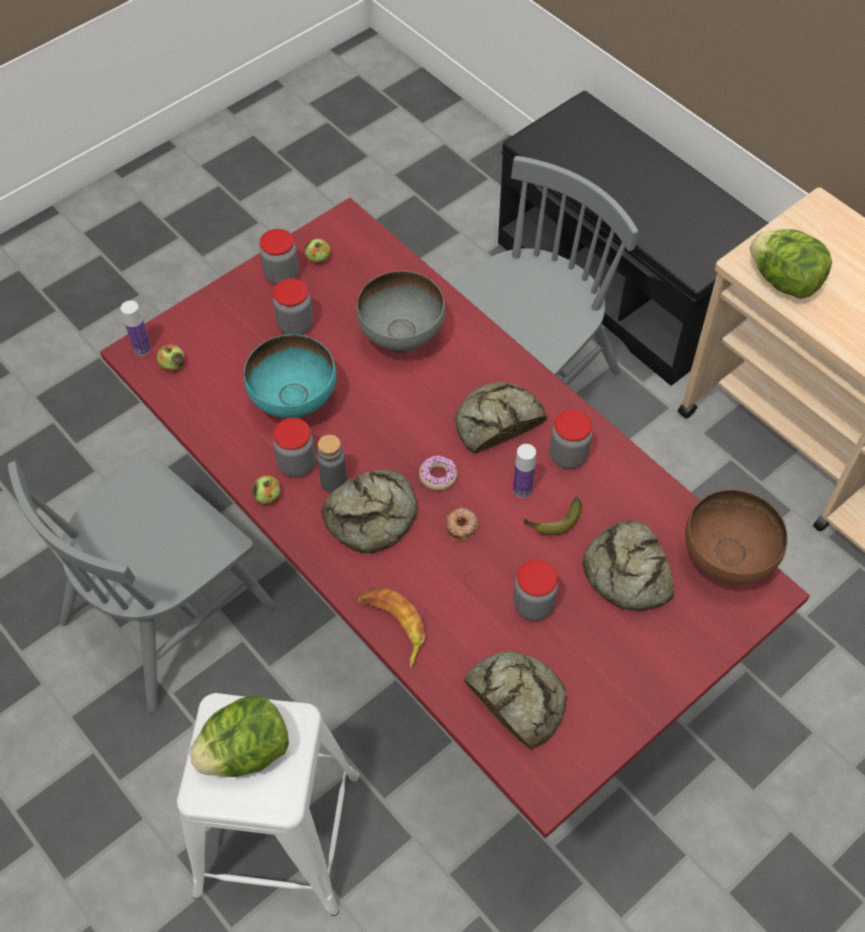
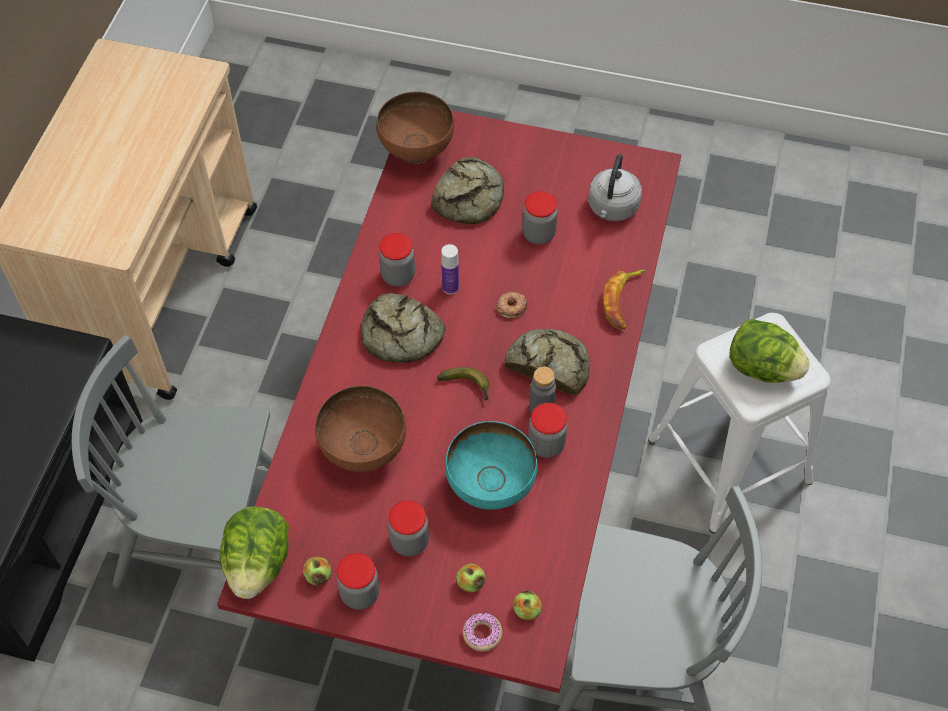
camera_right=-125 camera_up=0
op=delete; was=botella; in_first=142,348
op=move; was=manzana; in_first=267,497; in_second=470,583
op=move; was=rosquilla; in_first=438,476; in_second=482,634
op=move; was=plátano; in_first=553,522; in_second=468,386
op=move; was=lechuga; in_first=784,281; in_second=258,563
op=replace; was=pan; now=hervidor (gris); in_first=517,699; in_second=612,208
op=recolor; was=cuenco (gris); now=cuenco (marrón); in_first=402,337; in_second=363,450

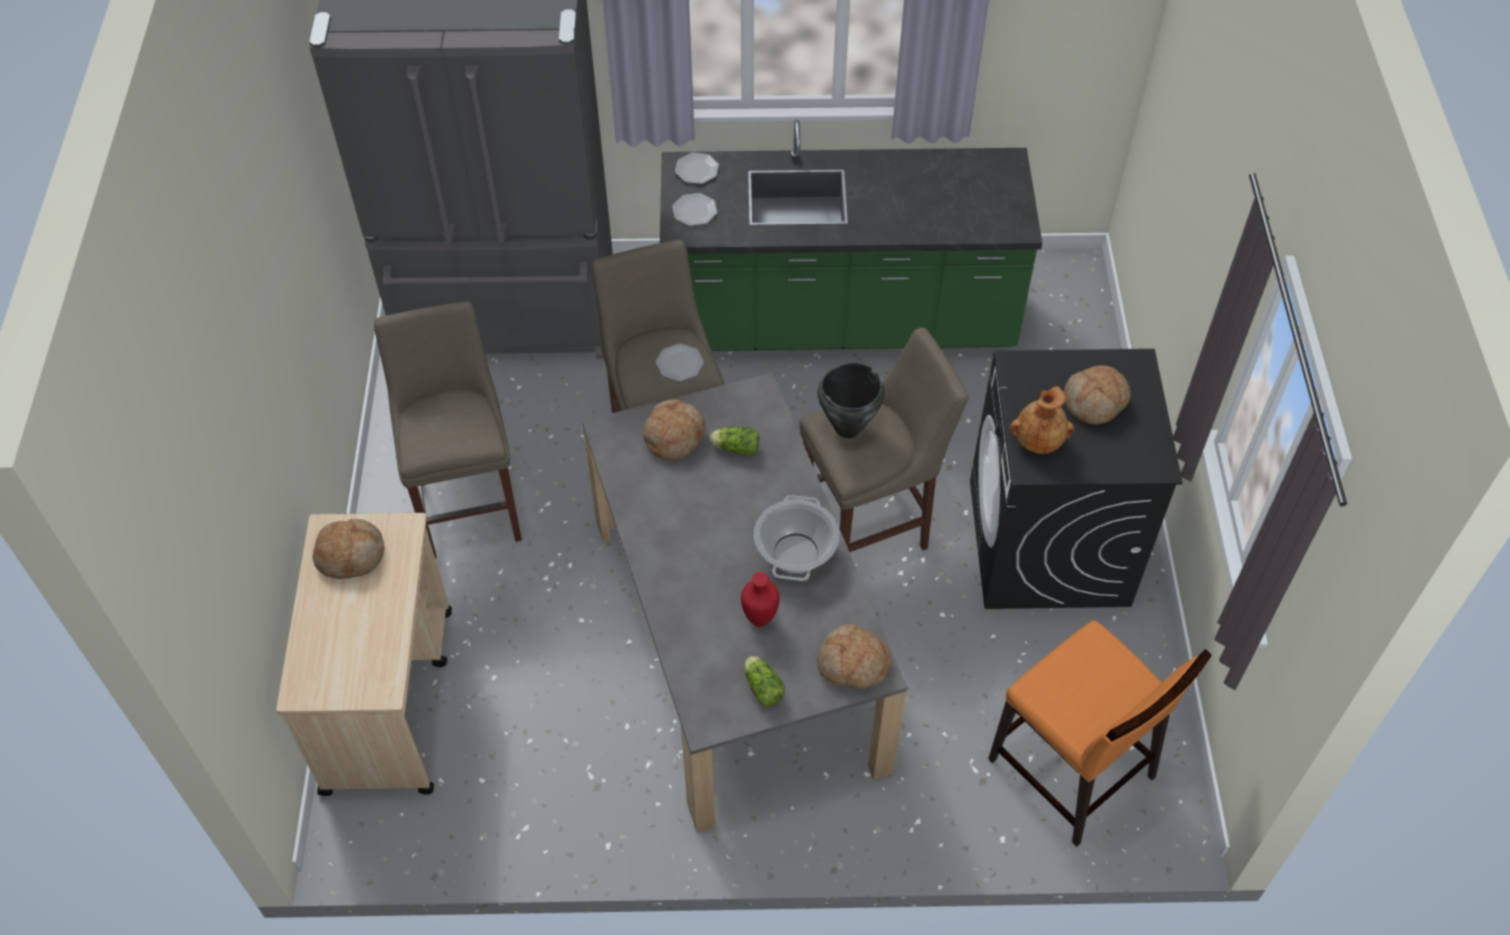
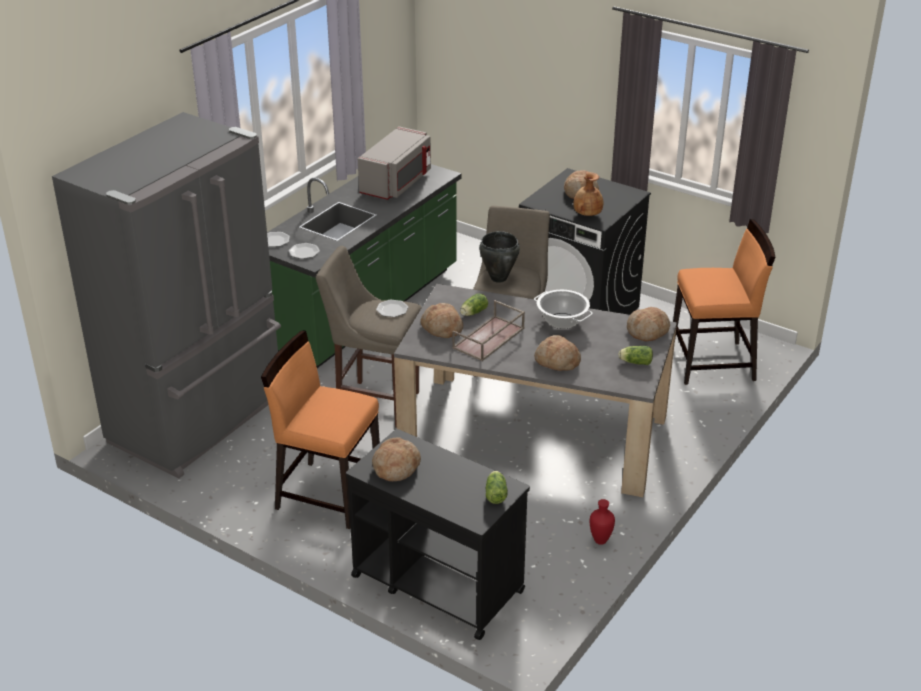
camera_right=-55 camera_up=-20
op=insert; now=microondas (gris); in_second=397,183
op=insert; now=bandeja (marrón); in_second=488,339
op=insert; now=lechuga; in_second=496,493
op=insert; now=pan; in_second=557,361
op=move; was=florero (rojo); in_first=759,618; in_second=599,541
op=replace; was=taburete (beis); now=silla (naranja); in_first=469,505; in_second=328,494
op=recolor; was=carrito (beis); now=carrito (negro); in_first=389,698; in_second=436,583

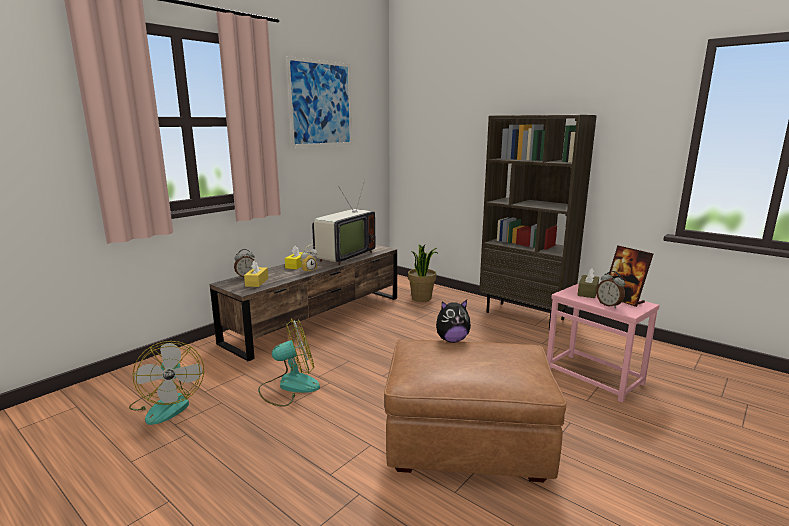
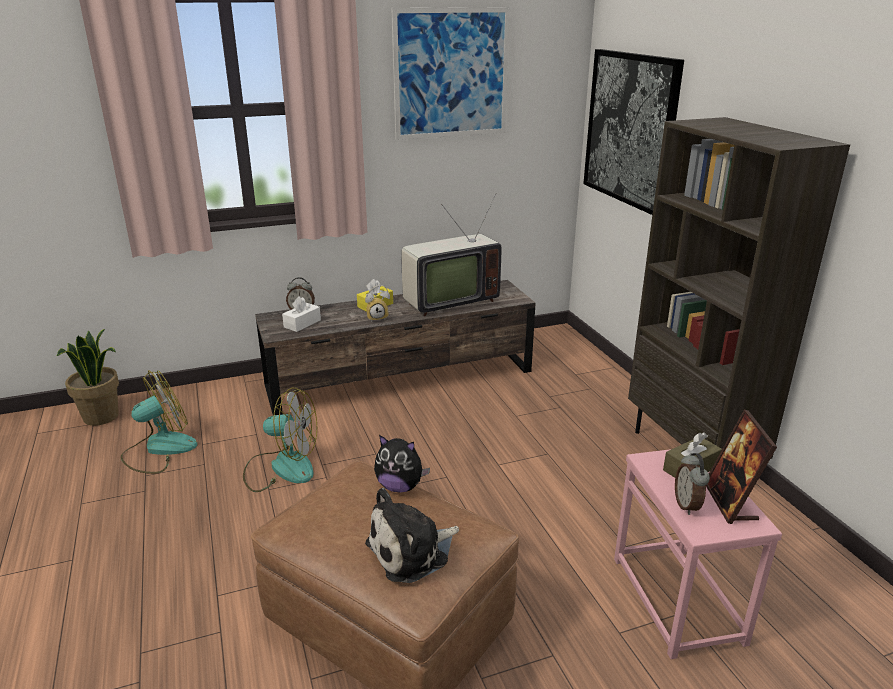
camera_right=30 camera_up=10
op=insert; now=peluche; in_second=412,551
op=insert; now=cuadro; in_second=630,129
op=move; was=planta en maceta; in_first=422,298; in_second=101,417
op=recolor; was=caja de pañuelos (amarillo); now=caja de pañuelos (blanco); in_first=257,282; in_second=302,323
op=rotate; was=ventilador; in_first=168,405; in_second=159,449; clockwise=-135

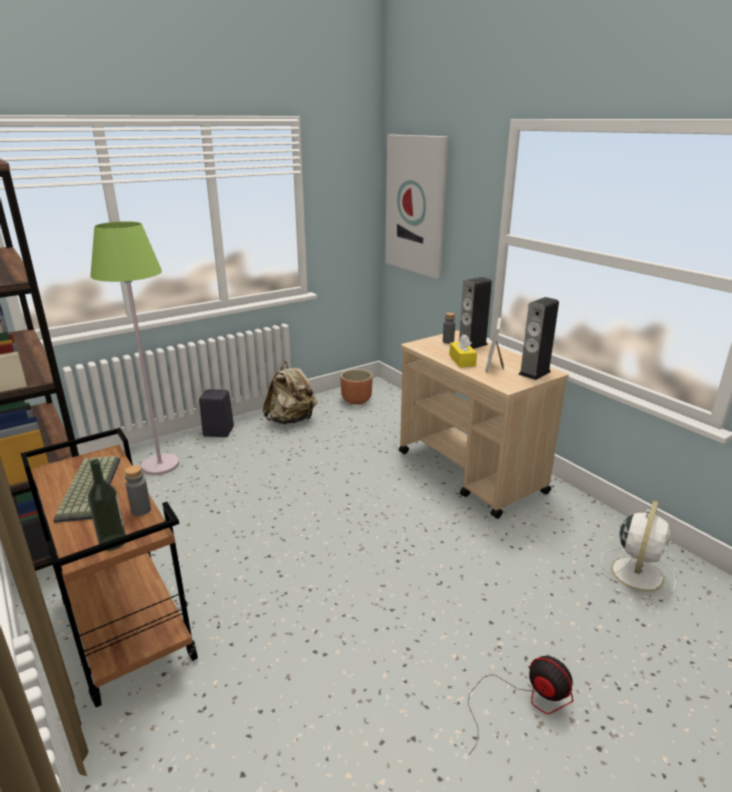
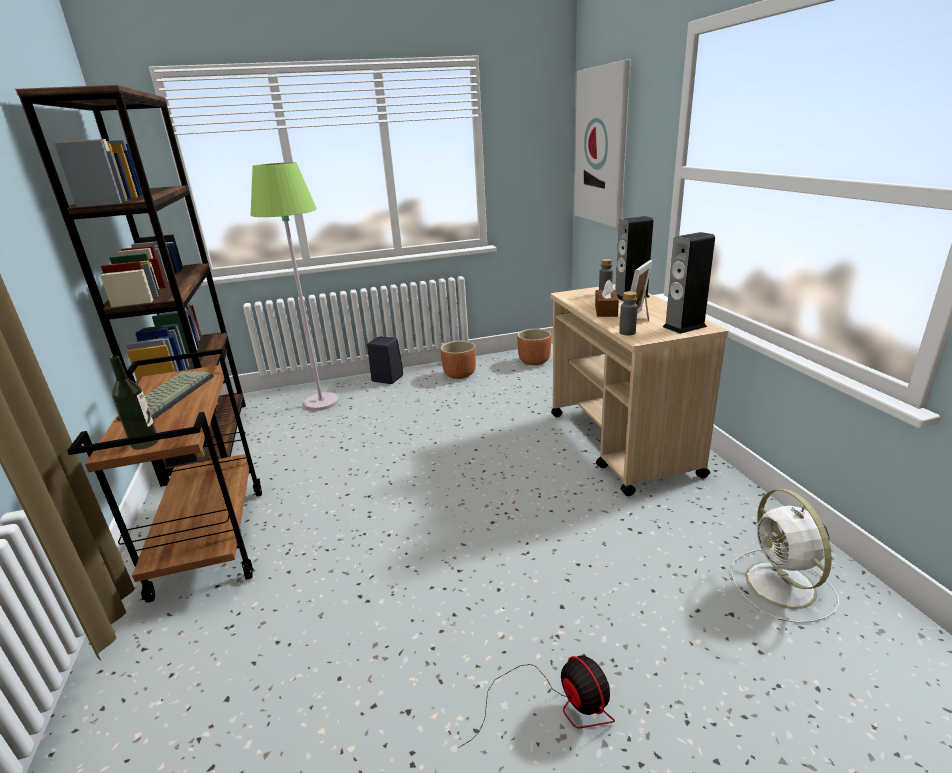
camera_right=20 camera_up=0
op=move; was=botella (gris); in_first=141,510; in_second=627,332
op=replace; was=mochila (beis); now=maceta (marrón); in_first=291,420; in_second=460,374
op=recolor; was=caja de pañuelos (amarillo); now=caja de pañuelos (marrón); in_first=462,360; in_second=606,310
op=rotate; was=ventilador (blanco); in_first=637,572; in_second=782,586; clockwise=120

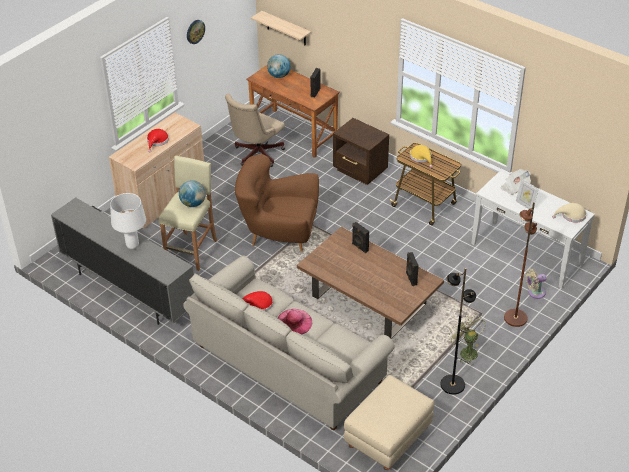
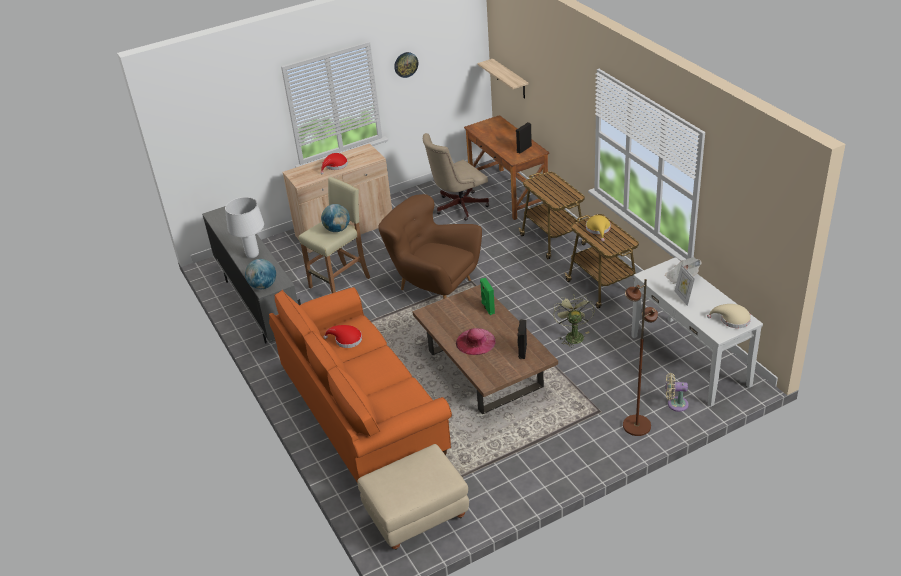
camera_right=25 camera_up=-5
op=delete; was=lámpara de pie (negro); in_first=452,384
op=move; was=globo terráqueo; in_first=279,76; in_second=263,286
op=move; was=sombrero (rosa); in_first=294,322; in_second=475,341
op=move; was=ventilador (verde); in_first=465,351; in_second=573,335
op=replace; was=mesita de noche (marrón); now=carrito; in_first=360,171; in_second=553,241
op=recolor; was=sofá (beis); now=sofá (naranja); in_first=288,364; in_second=363,412
op=recolor; was=altavoz (negro); now=altavoz (verde); in_first=359,247; in_second=487,308

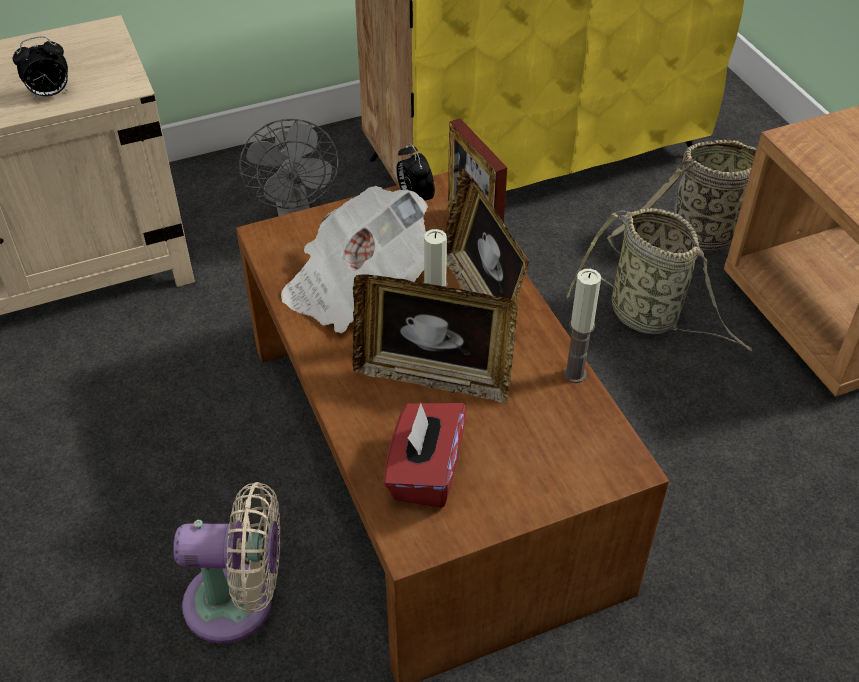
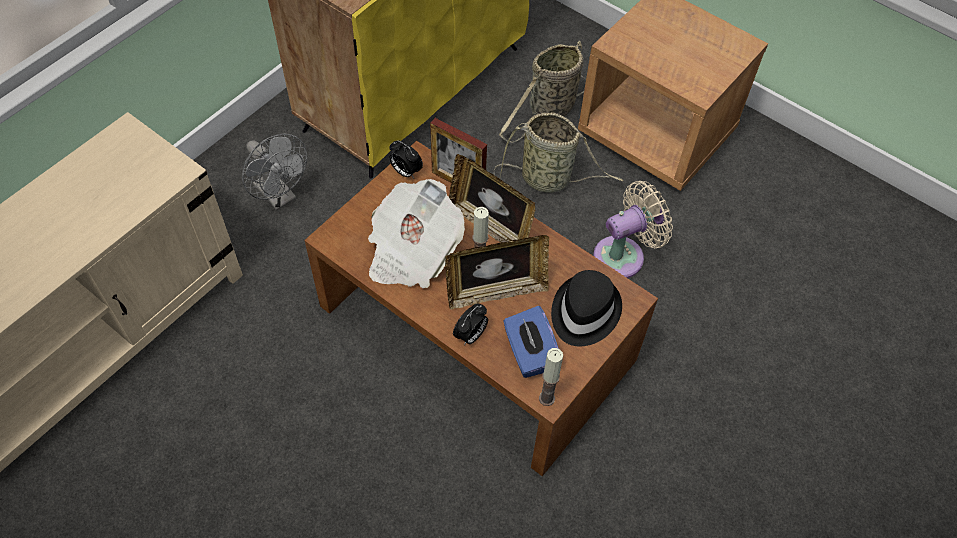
camera_right=-30 camera_up=10
op=insert; now=sombrero (negro); in_second=584,312
op=move; was=despertador; in_first=50,94; in_second=470,336
op=move; was=ventilador (beis); in_first=239,603; in_second=623,255
op=move; was=vela; in_first=574,374; in_second=546,398
op=recolor; was=caja de pañuelos (rojo); now=caja de pañuelos (azul); in_first=425,472; in_second=529,353

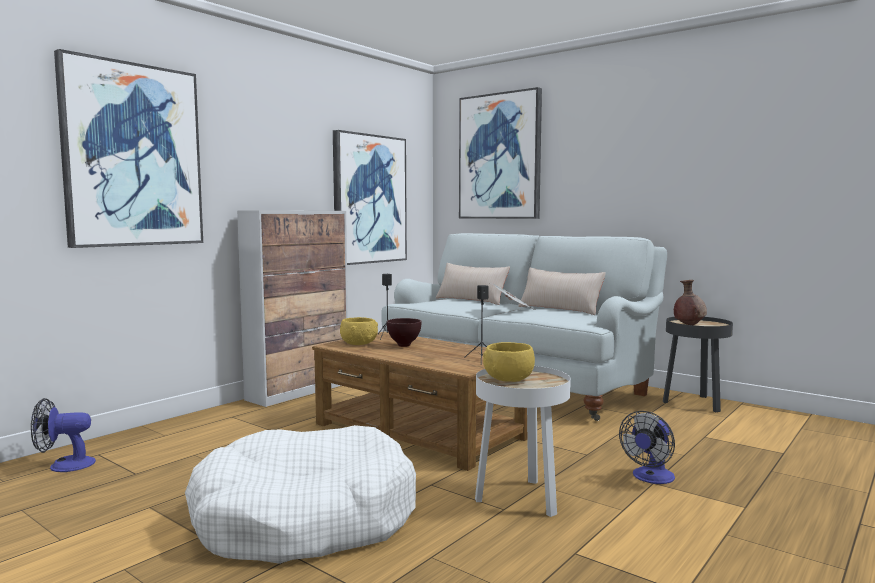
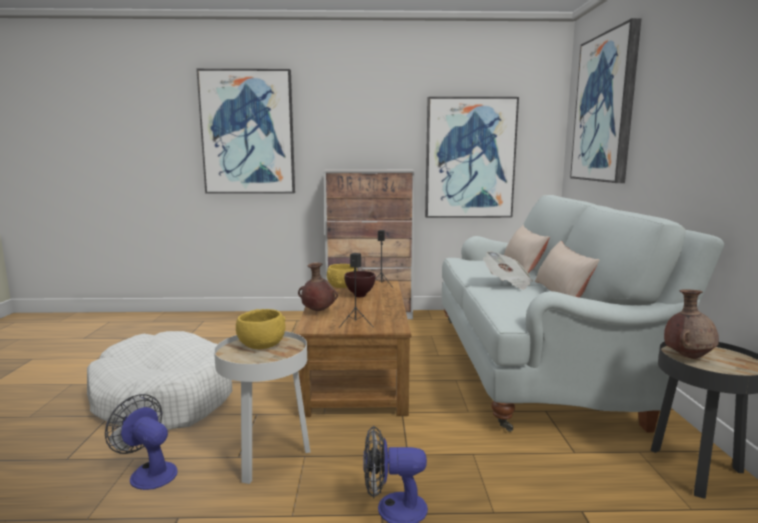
camera_right=50 camera_up=5
op=insert; now=florero (marrón); in_second=318,311
op=move; was=ventilador; in_first=64,465; in_second=148,472

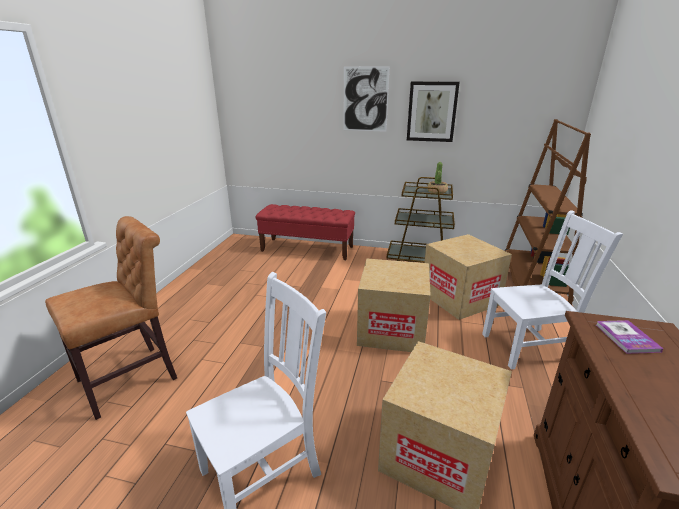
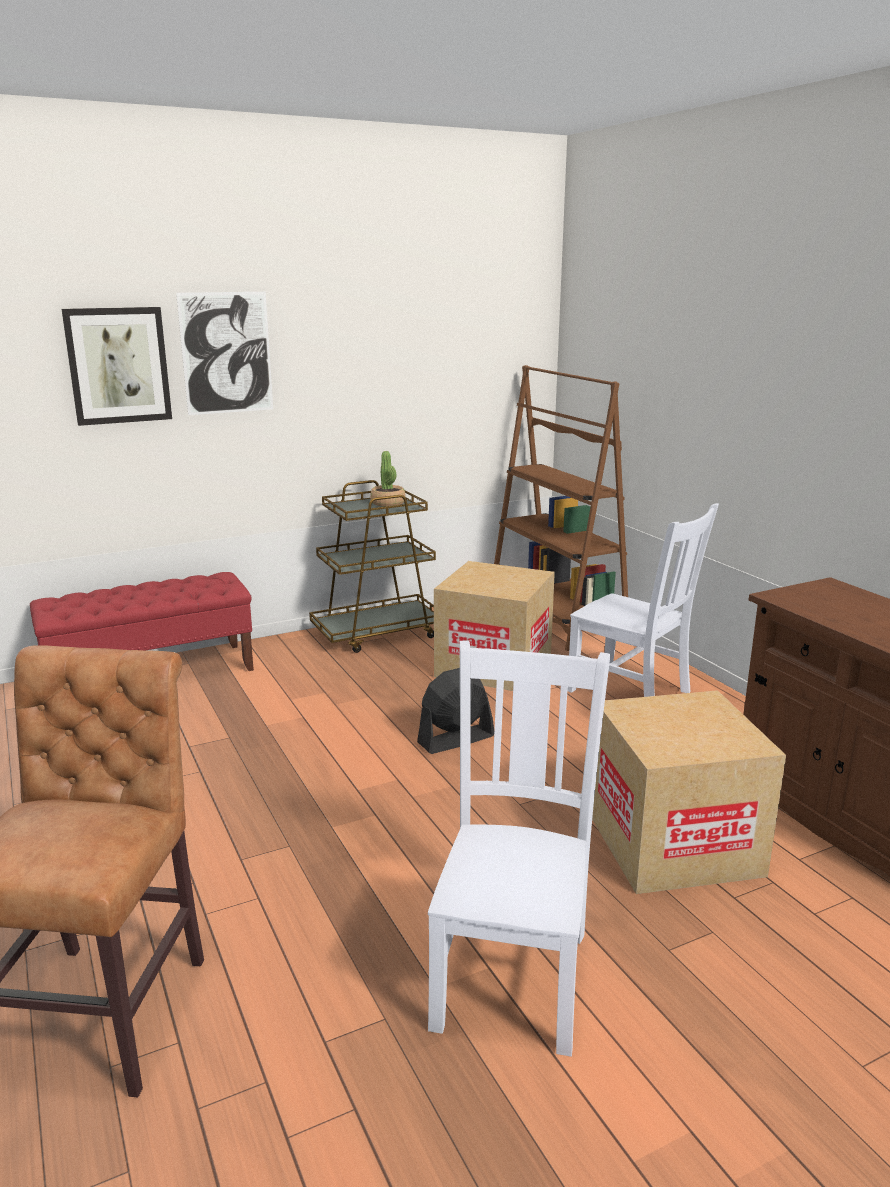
camera_right=-40 camera_up=-5
op=delete; was=libro; in_first=626,338
op=move; was=cuadro; in_first=432,112; in_second=118,365
op=replace; was=caja de cartón; now=ventilador (negro); in_first=391,329; in_second=455,739
op=rotate; was=silla (blanco); in_first=528,347; in_second=632,692; clockwise=90

